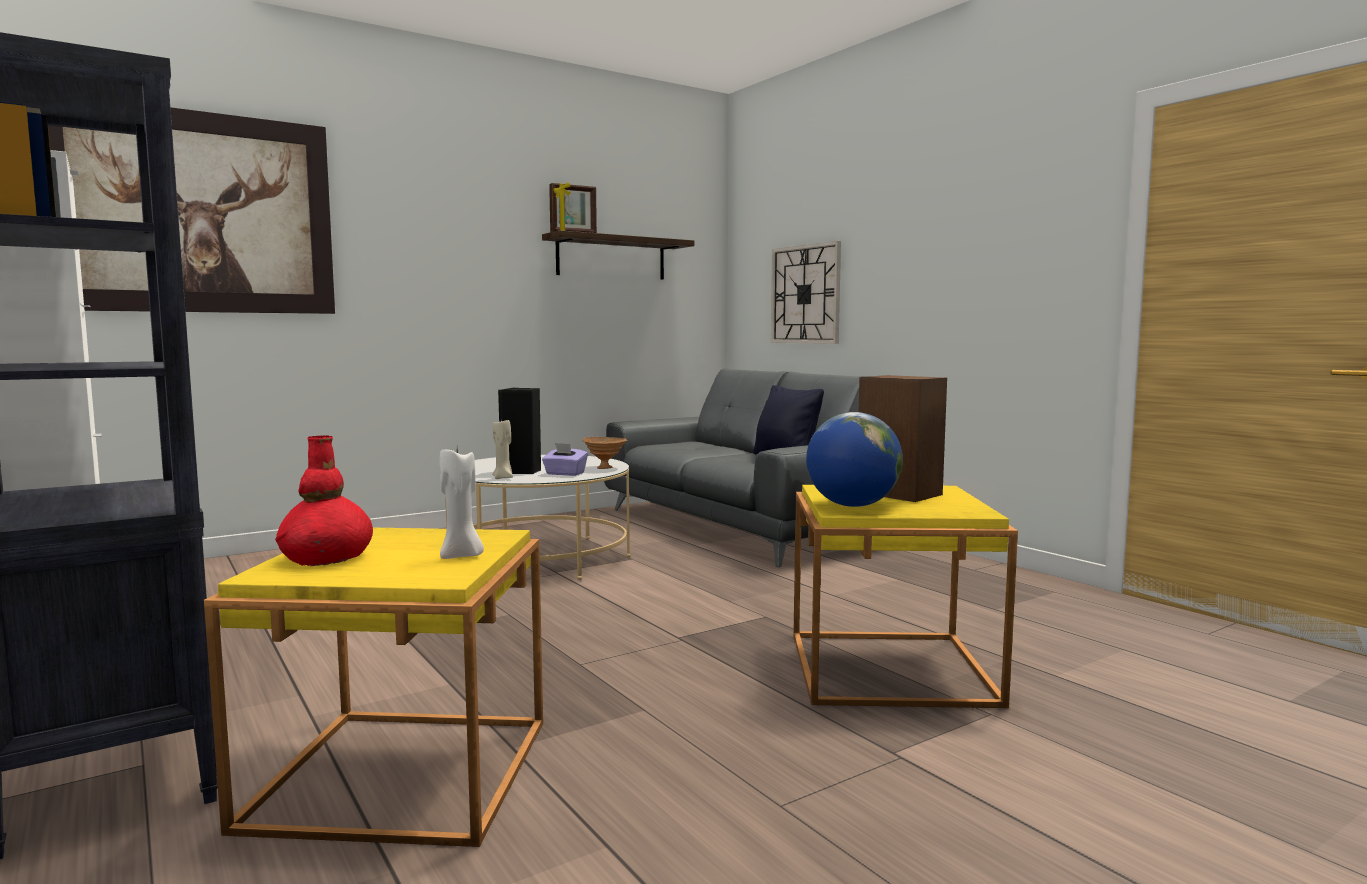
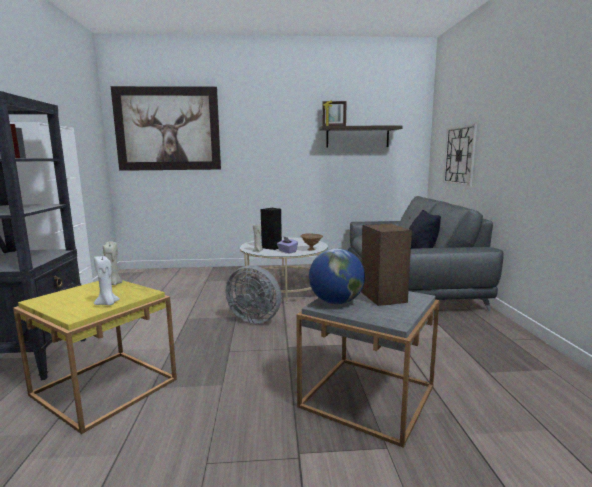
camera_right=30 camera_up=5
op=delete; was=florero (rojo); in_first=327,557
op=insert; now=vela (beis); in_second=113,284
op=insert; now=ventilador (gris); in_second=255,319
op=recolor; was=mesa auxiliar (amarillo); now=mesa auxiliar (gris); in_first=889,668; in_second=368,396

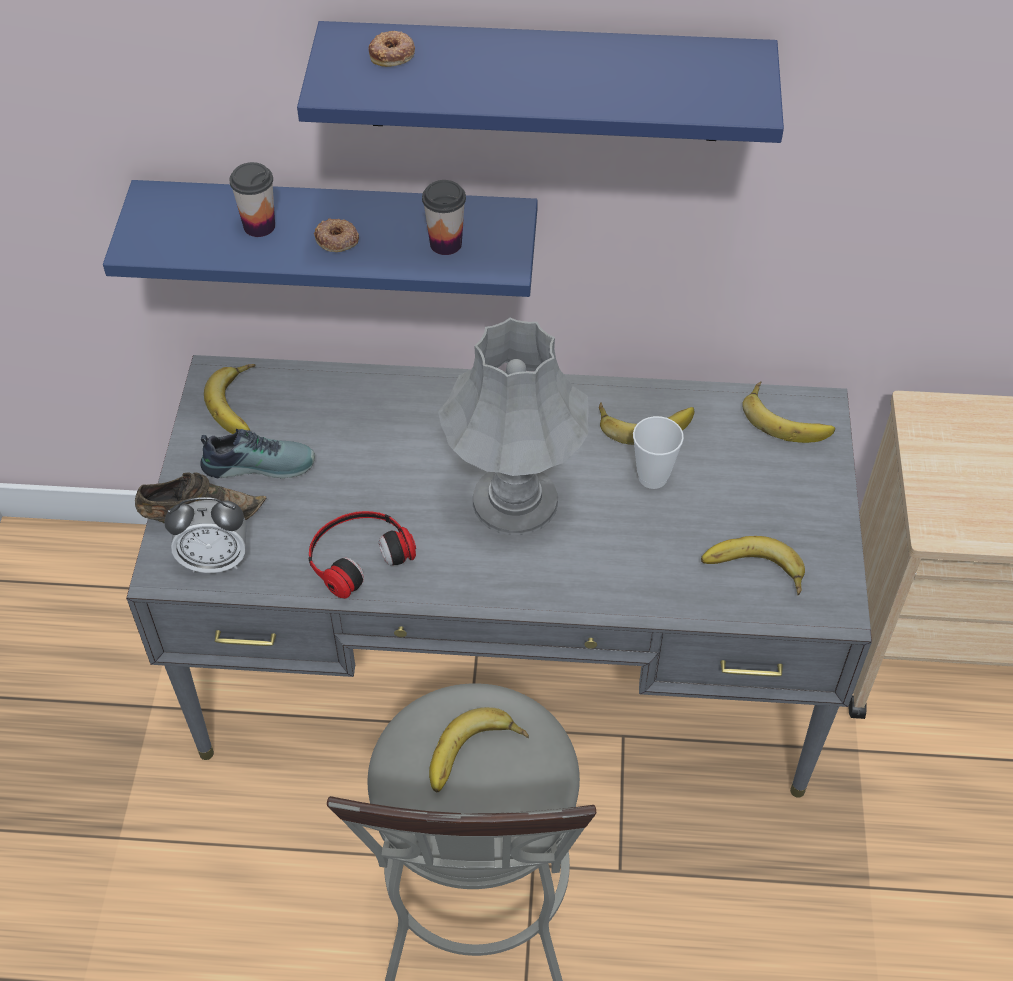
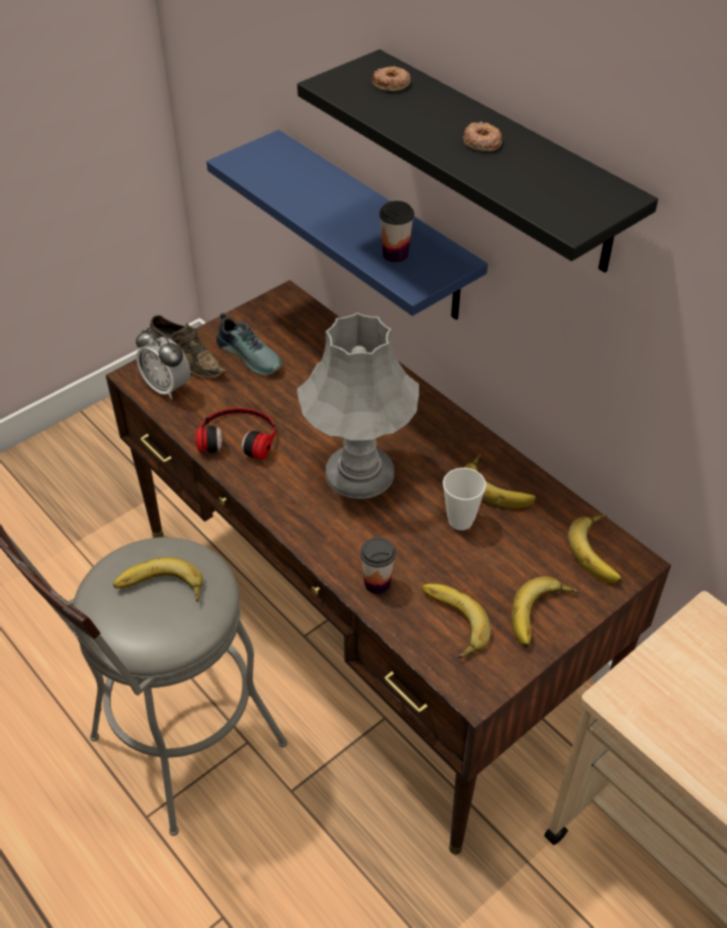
camera_right=45 camera_up=-5
op=move; was=plátano; in_first=241,404; in_second=542,616
op=move; was=taza; in_first=259,226; in_second=377,583
op=move; was=rosquilla; in_first=336,239; in_second=481,142
op=recolor; was=escritorio (gris); now=escritorio (marrón); in_first=507,663; in_second=365,620
op=recolor; was=estante (azul); now=estante (negro); in_first=545,82; in_second=501,162

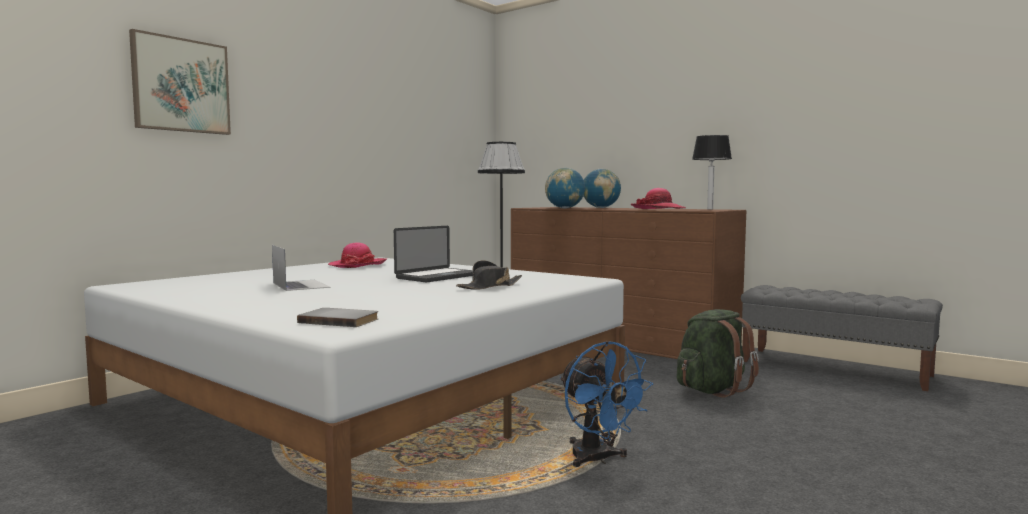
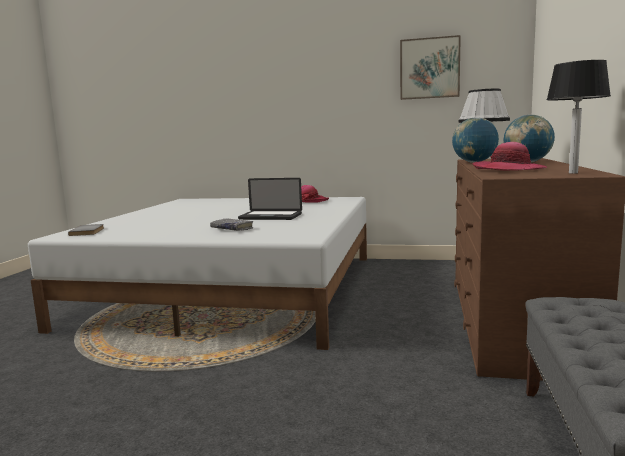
camera_right=65 camera_up=5
op=delete; was=portátil; in_first=300,285
op=delete; was=ventilador (azul); in_first=597,459
op=delete; was=mochila (verde); in_first=712,389
op=move; was=cuadro; in_first=181,85; in_second=429,68
op=replace; was=sombrero (negro); now=libro (gris); in_first=490,286; in_second=232,229

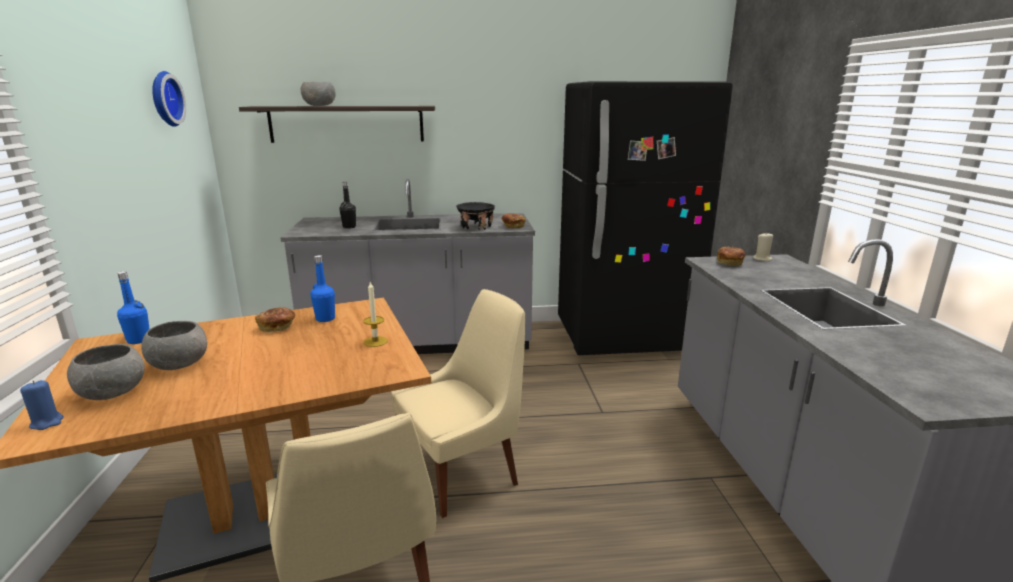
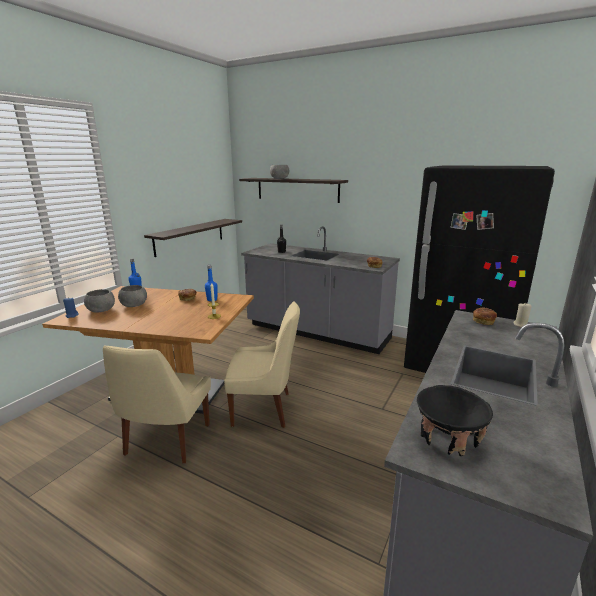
camera_right=35 camera_up=0
op=delete; was=reloj de pared; in_first=164,99
op=insert; now=estante; in_second=190,236
op=move; was=cuenco (negro); in_first=476,227; in_second=448,438

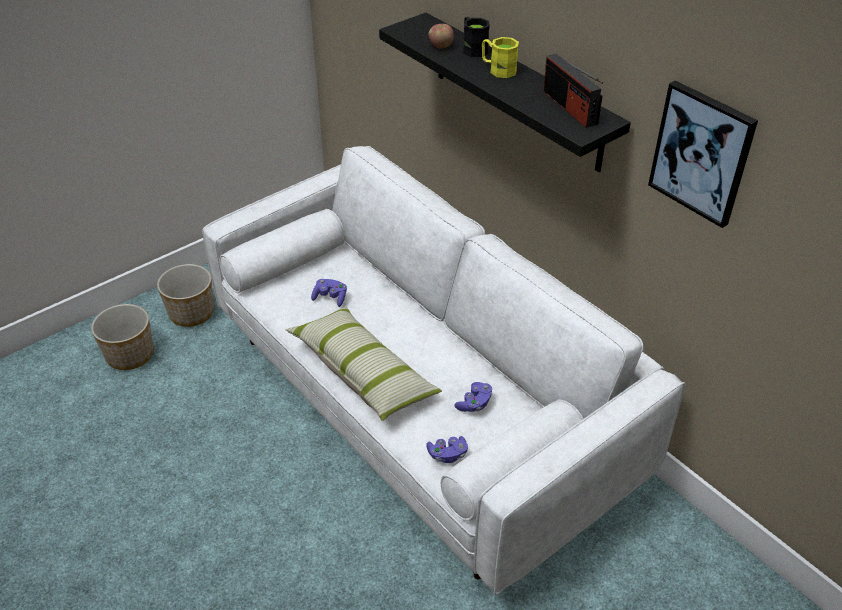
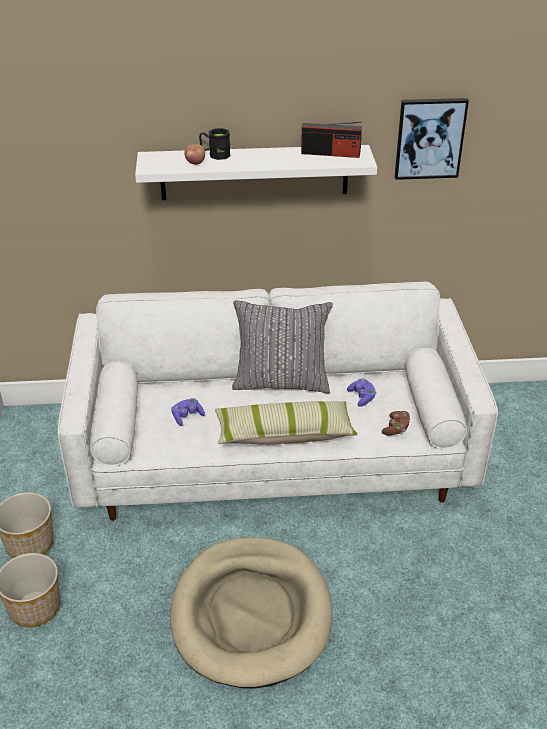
camera_right=-55 camera_up=-5
op=delete; was=taza grande (amarillo); in_first=498,69
op=insert; now=cama para perro (beis); in_second=251,614
op=insert; now=cojín (gris); in_second=281,381
op=recolor; was=estante (negro); now=estante (blanco); in_first=516,92; in_second=254,172
op=recolor; was=mando de consola (morado); now=mando de consola (marrón); in_first=447,455; in_second=396,429

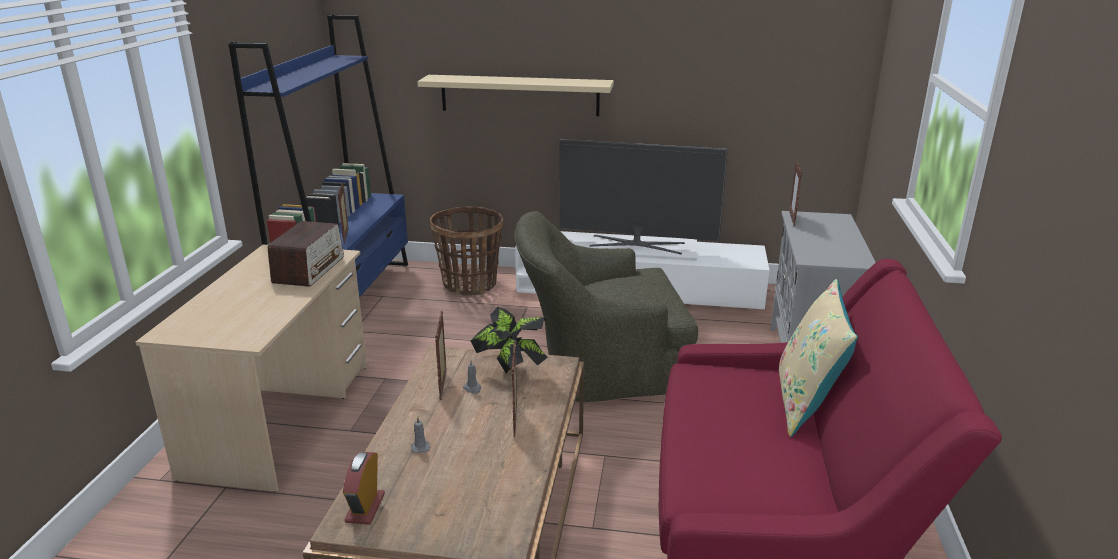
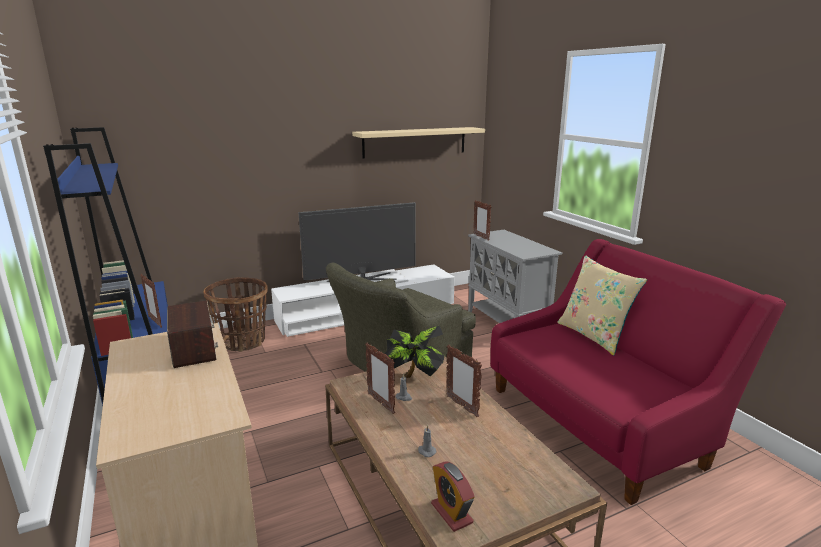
camera_right=-35 camera_up=-5
op=move; was=estante (beis); in_first=519,95; in_second=415,142

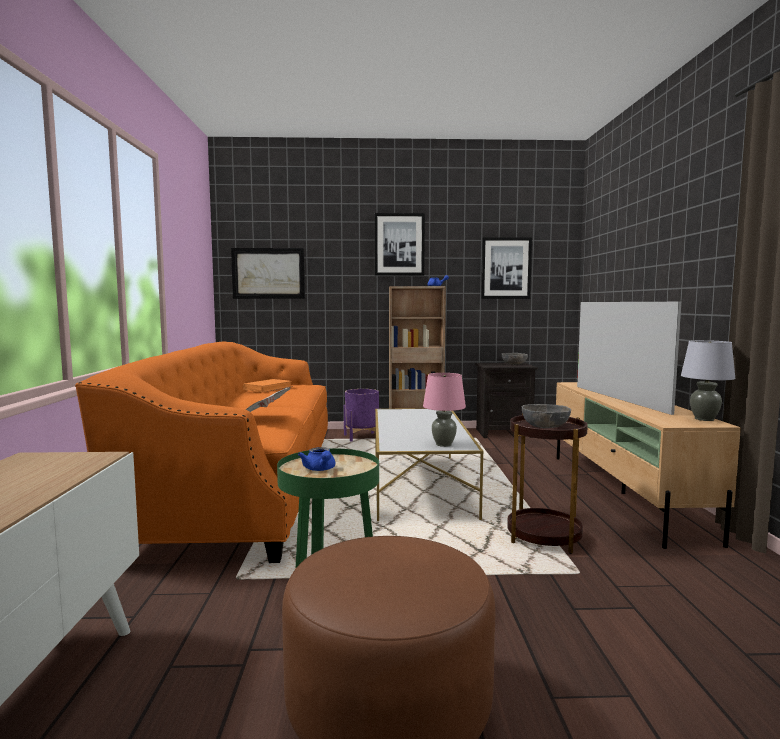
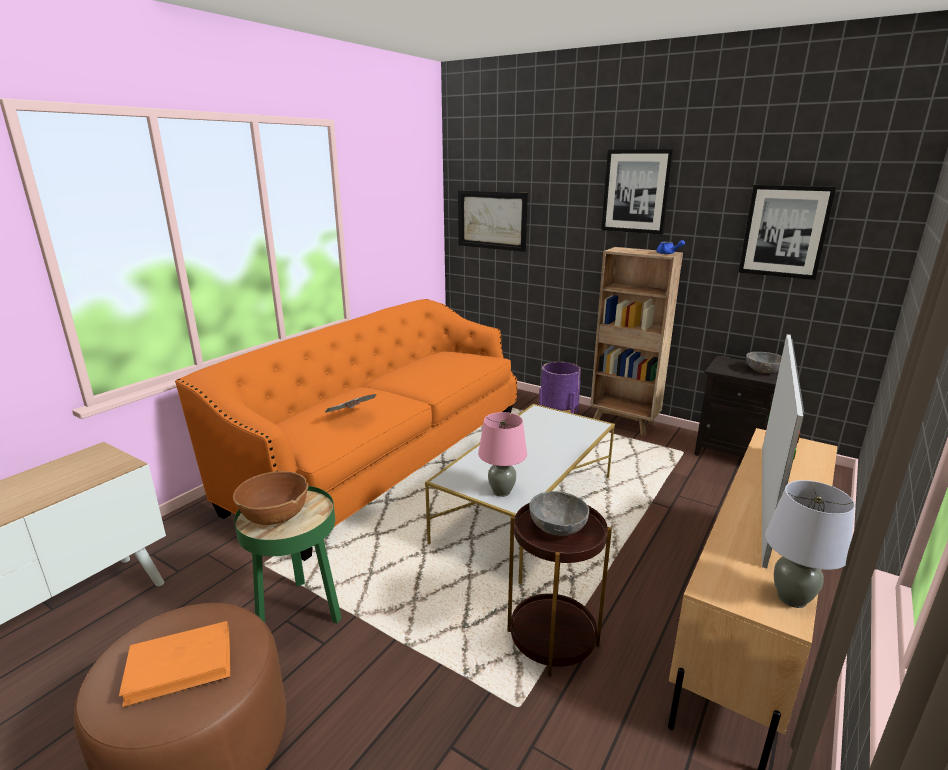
camera_right=35 camera_up=15
op=move; was=libro (naranja); in_first=268,388; in_second=181,665
op=replace; was=tetera (azul); now=cuenco (marrón); in_first=320,469; in_second=275,516

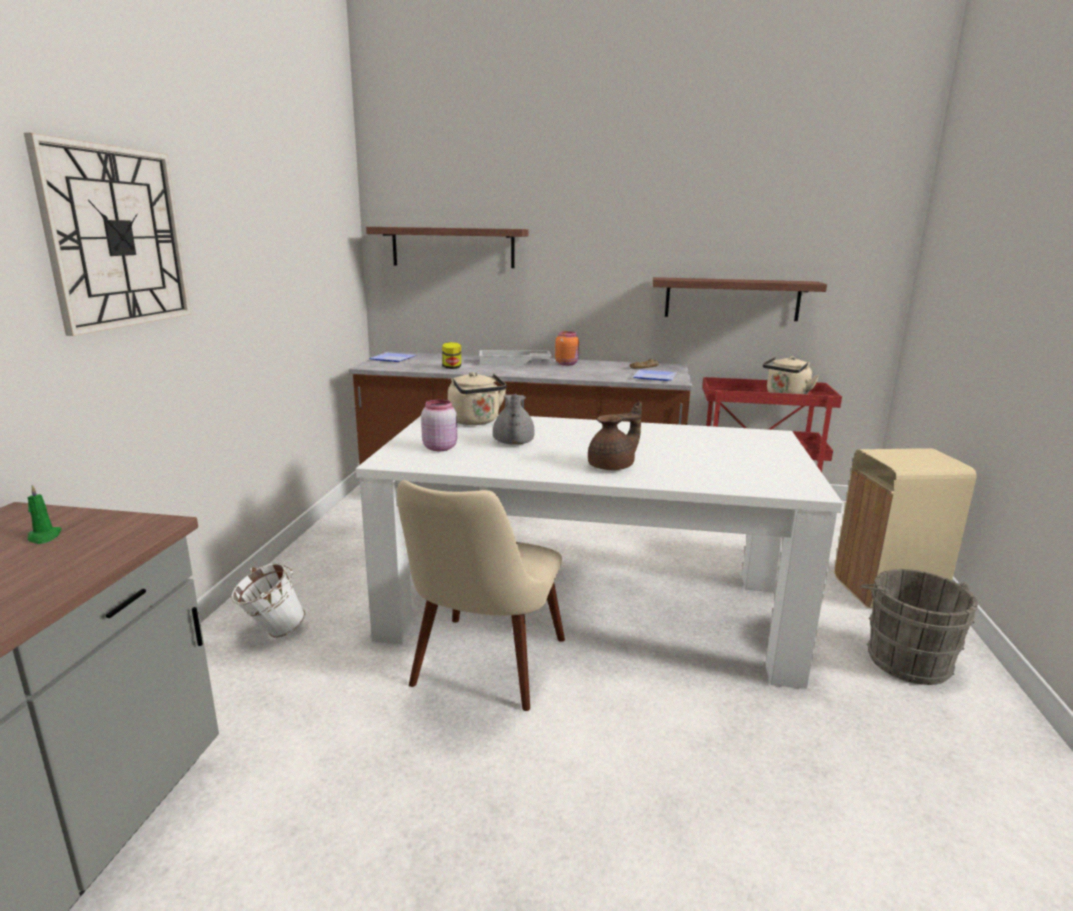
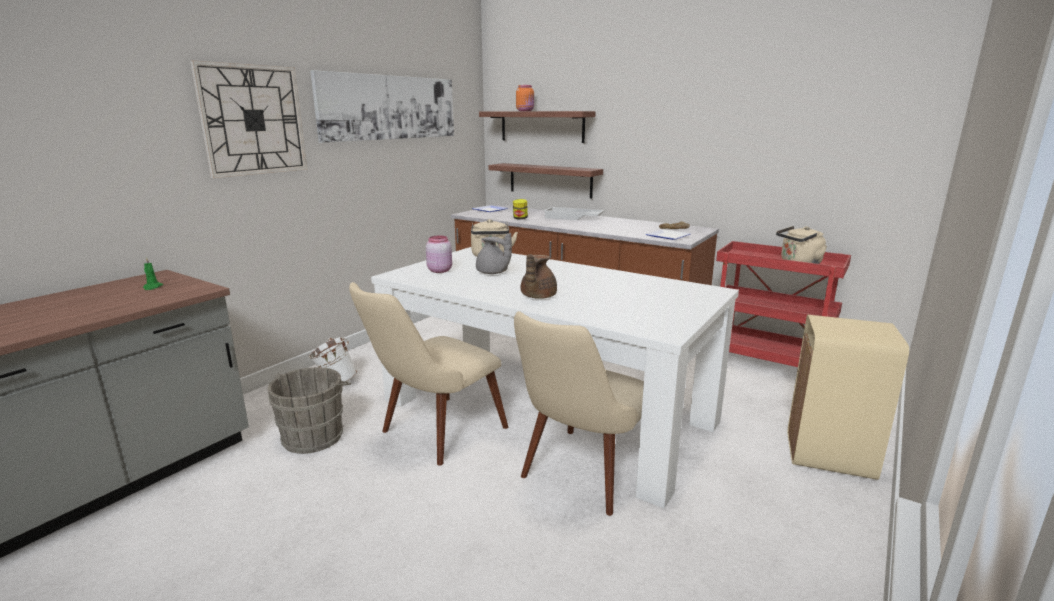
camera_right=25 camera_up=0
op=insert; now=cuadro; in_second=390,107
op=insert; now=silla (beis); in_second=580,478
op=move; was=tarro (naranja); in_first=567,364; in_second=525,111
op=move; was=estante; in_first=732,299; in_second=550,180
op=move; was=cubo (gris); in_first=905,658; in_second=315,435
op=rotate; was=tetera (gris); in_first=513,442; in_second=493,273; clockwise=-75
op=rotate; was=tetera (marrón); in_first=613,466; in_second=537,296; clockwise=120

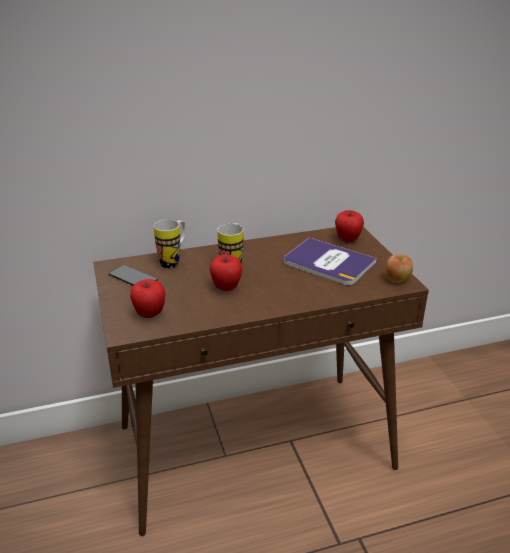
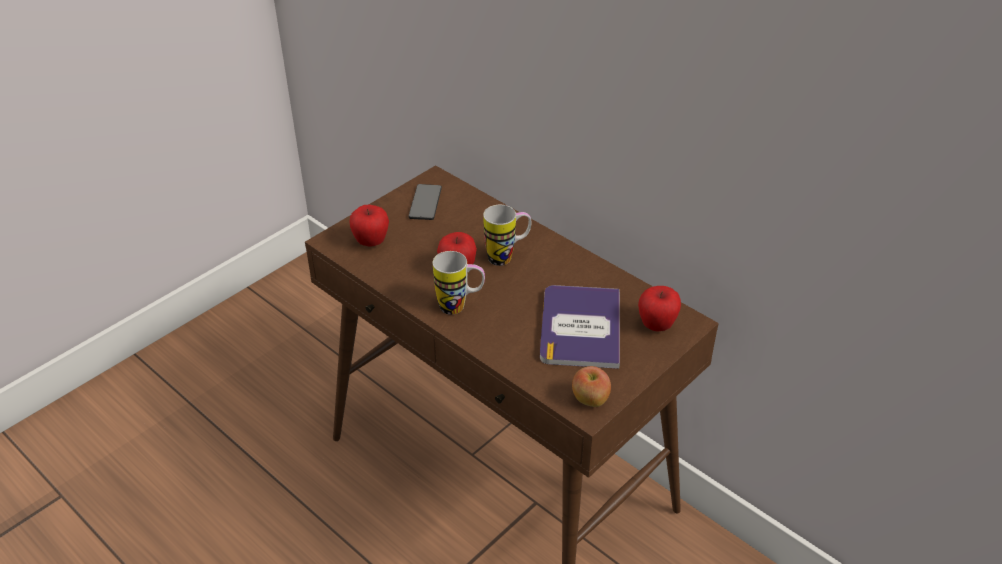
camera_right=60 camera_up=10
op=move; was=taza grande; in_first=174,261; in_second=460,307

